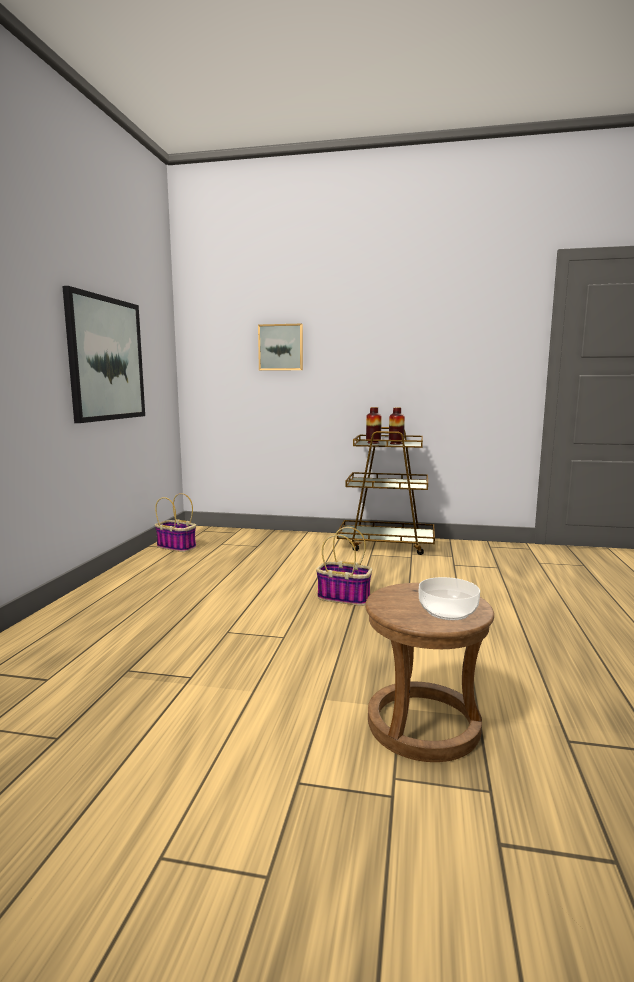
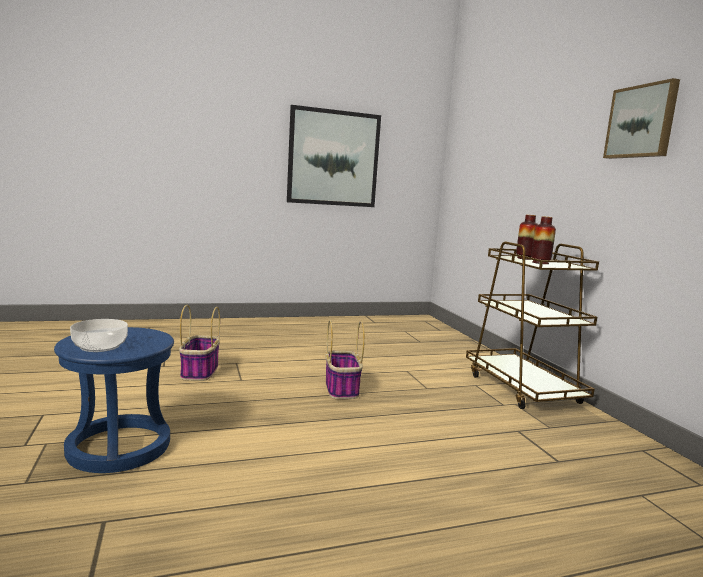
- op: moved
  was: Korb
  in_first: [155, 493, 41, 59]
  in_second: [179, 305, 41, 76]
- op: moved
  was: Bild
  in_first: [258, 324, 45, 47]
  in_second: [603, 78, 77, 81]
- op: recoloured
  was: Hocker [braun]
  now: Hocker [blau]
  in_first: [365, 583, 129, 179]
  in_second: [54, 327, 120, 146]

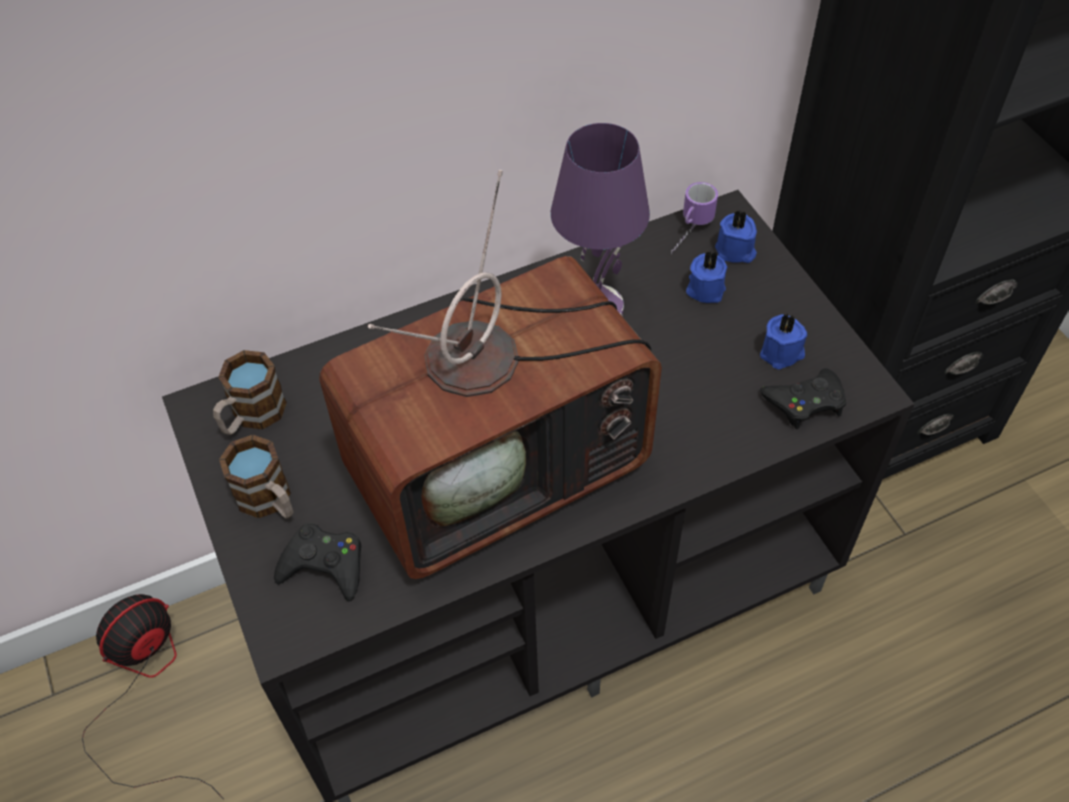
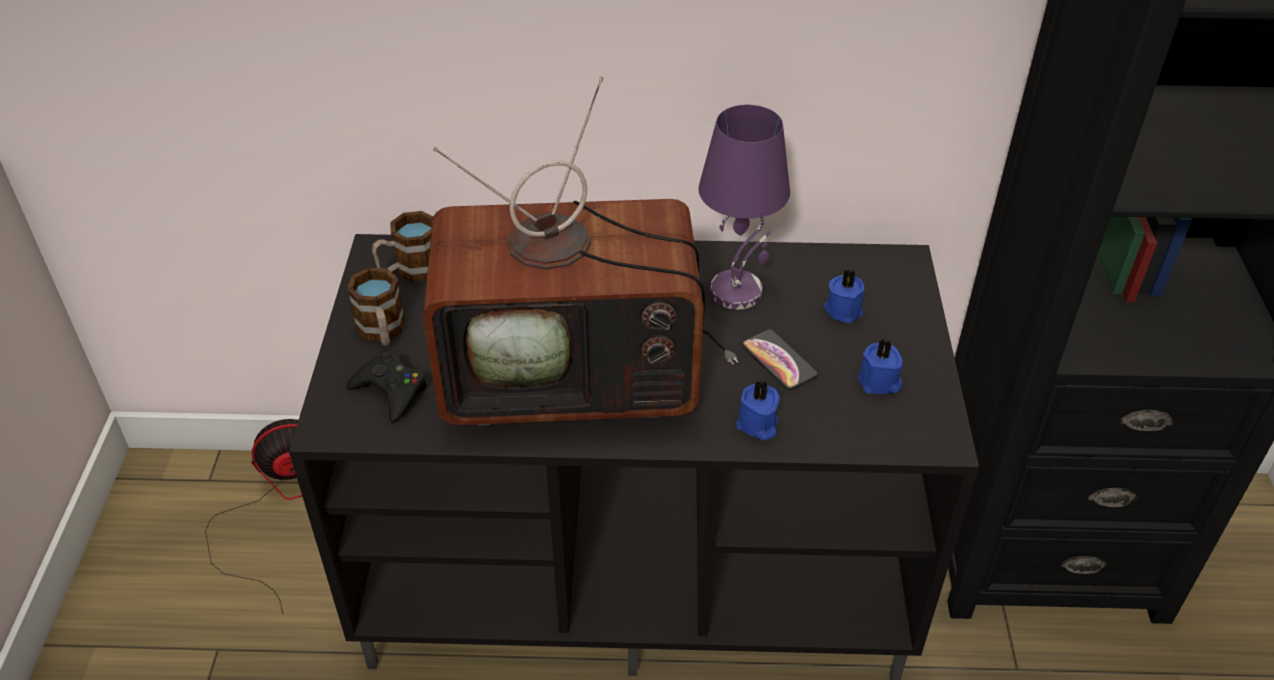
- op: removed
  was: Henkelbecher
  in_first: [671, 182, 47, 72]
- op: moved
  was: Kerze [blau]
  in_first: [715, 209, 42, 54]
  in_second: [736, 381, 44, 60]
- op: removed
  was: Gamepad [schwarz]
  in_first: [760, 368, 86, 61]
- op: added
  now: Handy
  in_second: [742, 330, 76, 60]

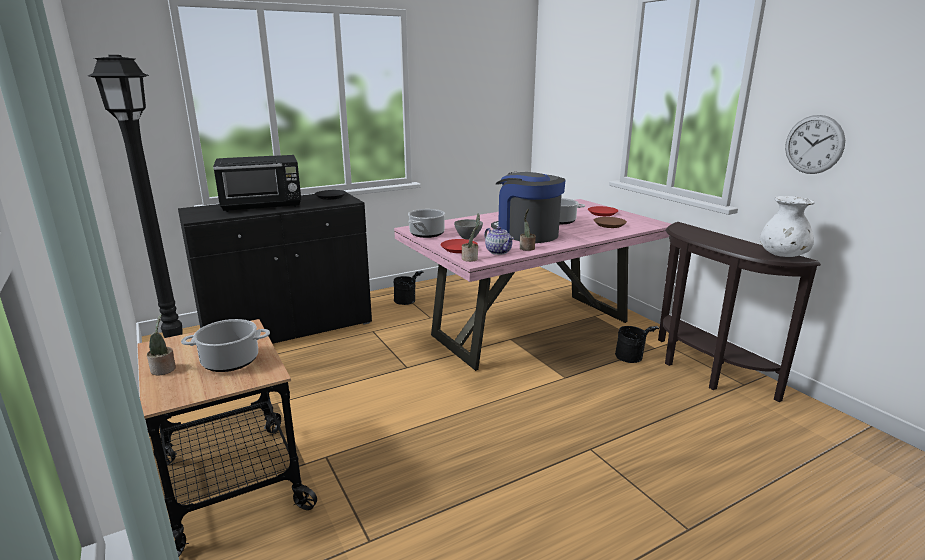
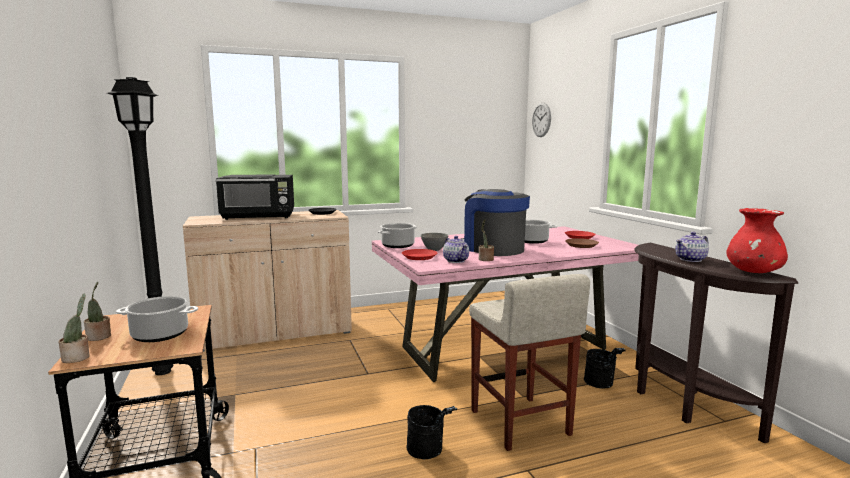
- op: recoloured
  was: Schrank [schwarz]
  now: Schrank [beige]
  in_first: [178, 193, 194, 151]
  in_second: [183, 210, 169, 142]
- op: moved
  was: Eimer [schwarz]
  in_first: [393, 271, 31, 34]
  in_second: [407, 405, 50, 55]
- op: moved
  was: Topfpflanze
  in_first: [462, 213, 18, 49]
  in_second: [58, 293, 32, 70]
- op: recoloured
  was: Vase [weiß]
  now: Vase [rot]
  in_first: [760, 196, 54, 61]
  in_second: [726, 208, 62, 65]
- op: moved
  was: Wanduhr
  in_first: [785, 115, 60, 59]
  in_second: [532, 103, 19, 34]
- op: added
  now: Hocker [beige]
  in_second: [469, 274, 121, 177]
- op: added
  now: Teekanne
  in_second: [675, 232, 34, 30]

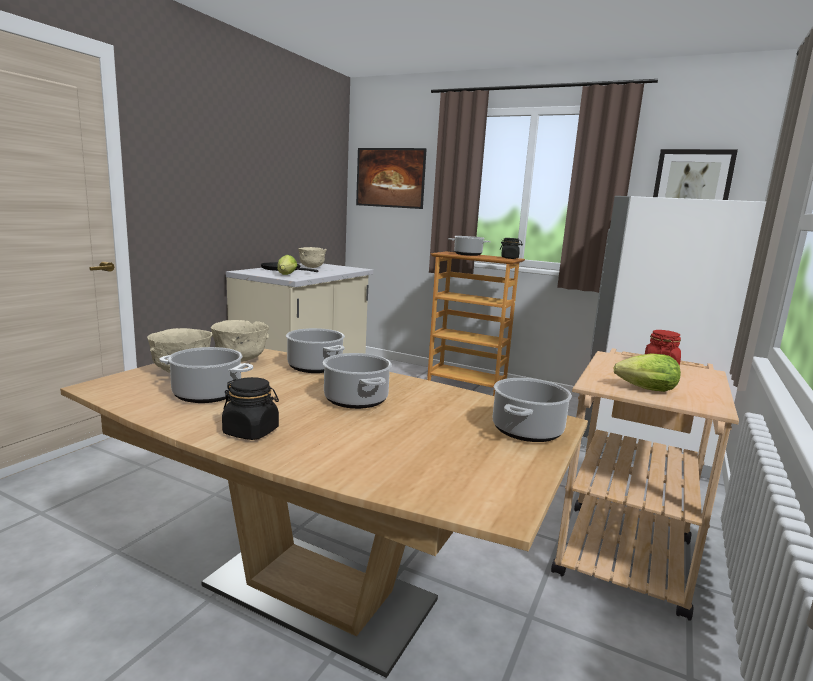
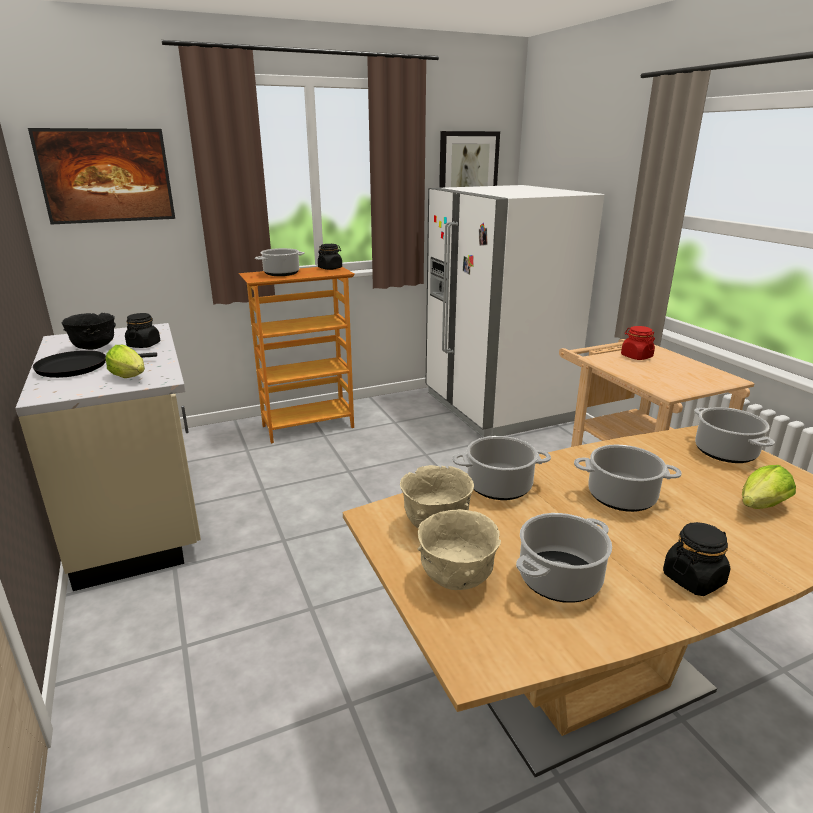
- op: recoloured
  was: Schüssel [beige]
  now: Schüssel [schwarz]
  in_first: [298, 247, 29, 21]
  in_second: [62, 313, 54, 37]
- op: moved
  was: Salatkopf
  in_first: [613, 353, 68, 39]
  in_second: [742, 465, 54, 44]
- op: added
  now: Vorratsglas [schwarz]
  in_second: [125, 313, 35, 35]

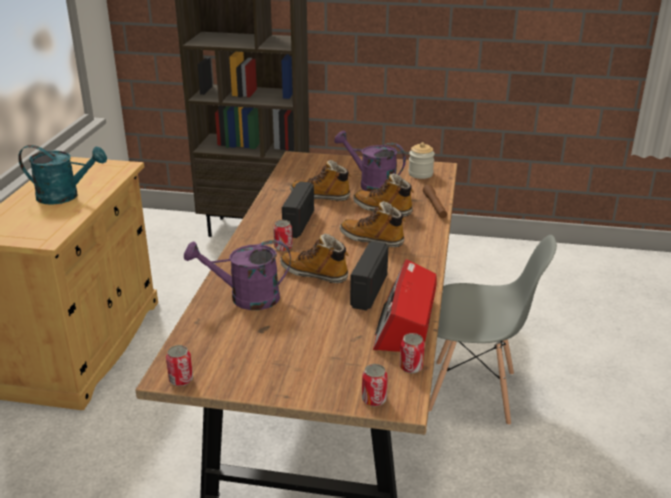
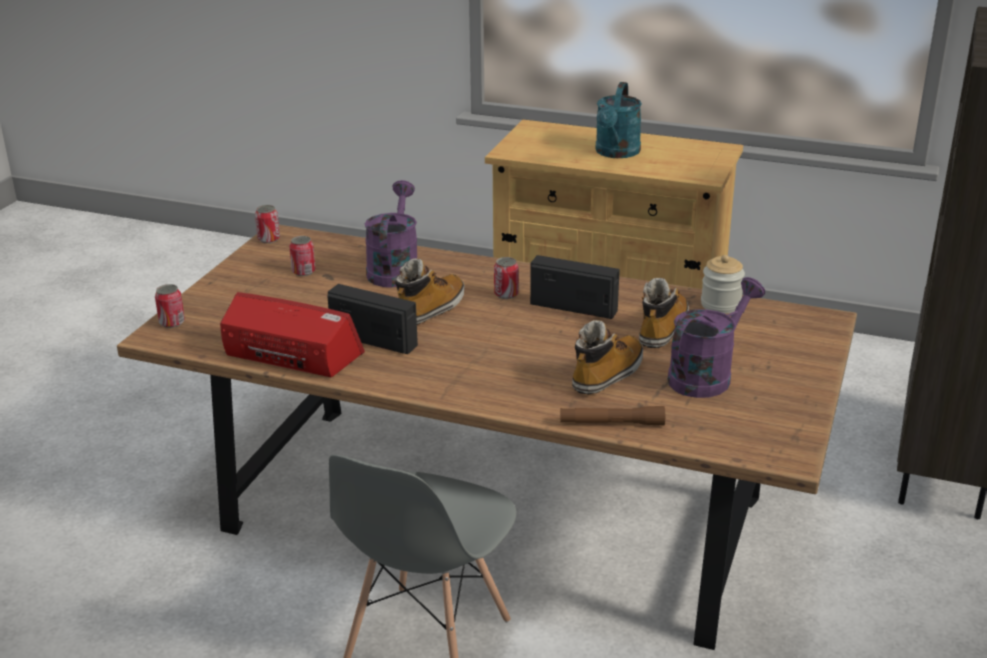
- op: removed
  was: Stiefel
  in_first: [340, 201, 66, 46]
- op: moved
  was: Dose
  in_first: [400, 333, 25, 41]
  in_second: [289, 236, 27, 40]
- op: moved
  was: Vorratsglas
  in_first: [408, 142, 27, 37]
  in_second: [701, 255, 44, 59]

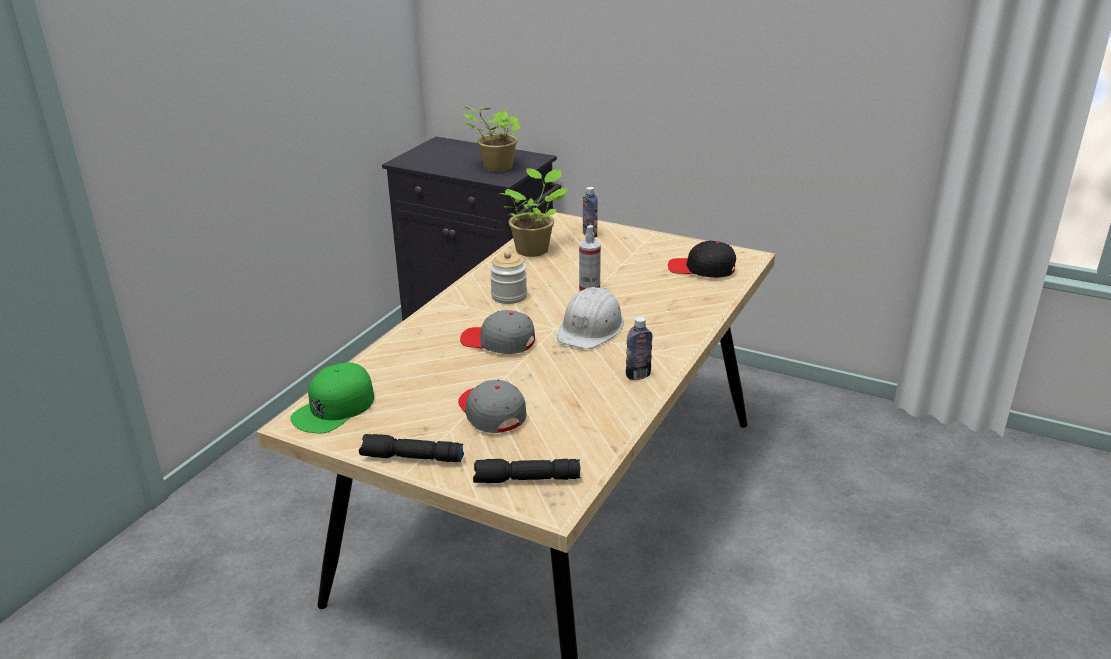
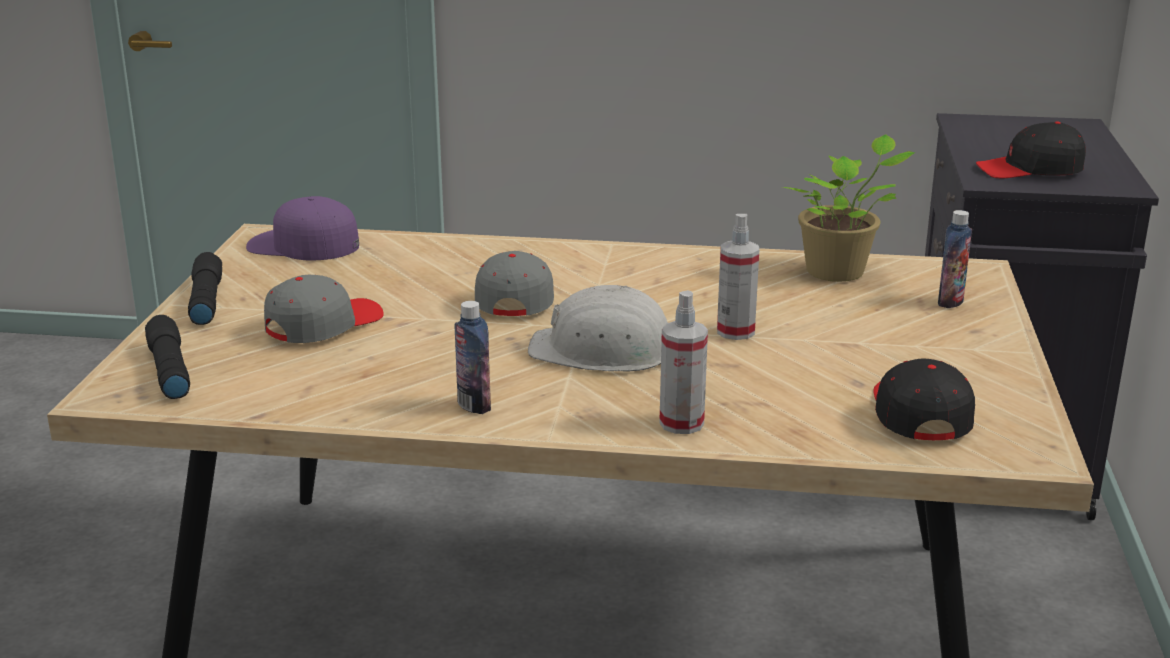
- op: recoloured
  was: Kappe [grün]
  now: Kappe [lila]
  in_first: [290, 363, 84, 70]
  in_second: [246, 196, 113, 65]
- op: replaced
  was: Topfpflanze
  now: Kappe [schwarz]
  in_first: [461, 105, 60, 67]
  in_second: [976, 122, 110, 56]
- op: removed
  was: Vorratsglas
  in_first: [490, 251, 37, 53]
- op: added
  now: Sprühflasche
  in_second: [659, 290, 49, 144]

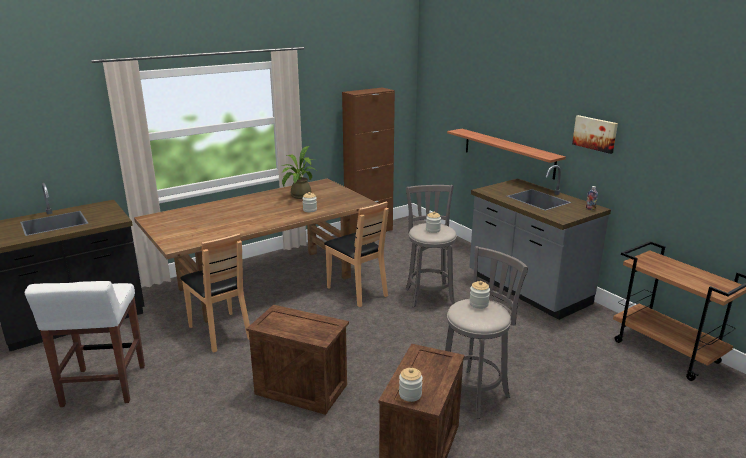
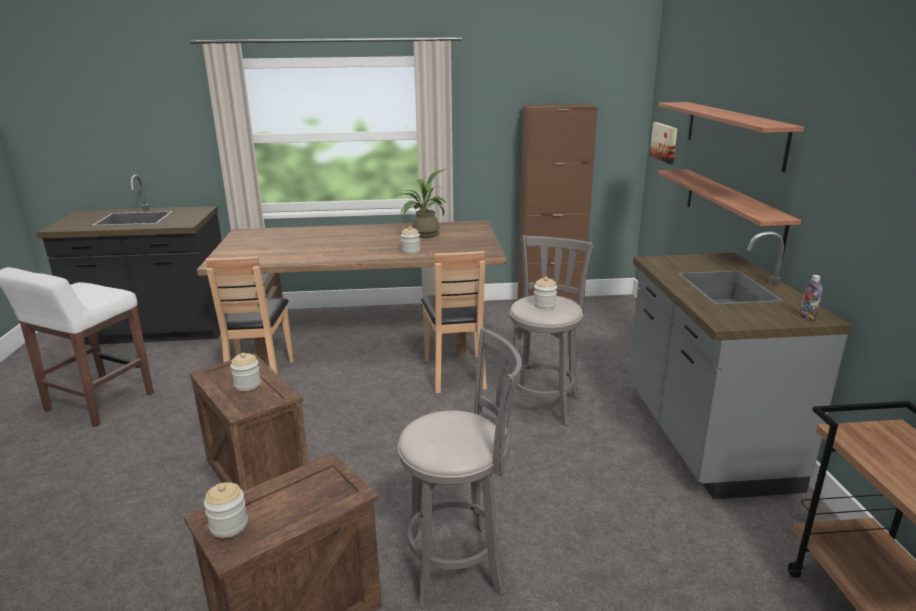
- op: moved
  was: Vorratsglas
  in_first: [469, 281, 21, 28]
  in_second: [230, 353, 31, 38]
- op: moved
  was: Bild
  in_first: [572, 115, 46, 39]
  in_second: [650, 122, 27, 42]
- op: added
  now: Wandregal
  in_second: [658, 102, 146, 70]

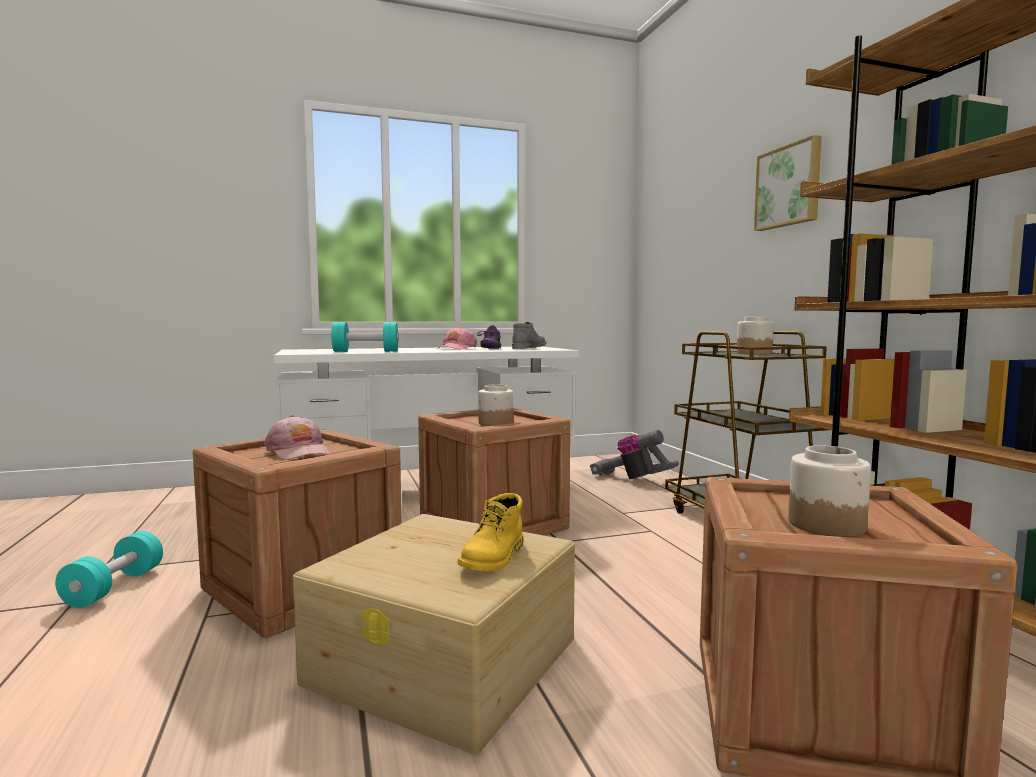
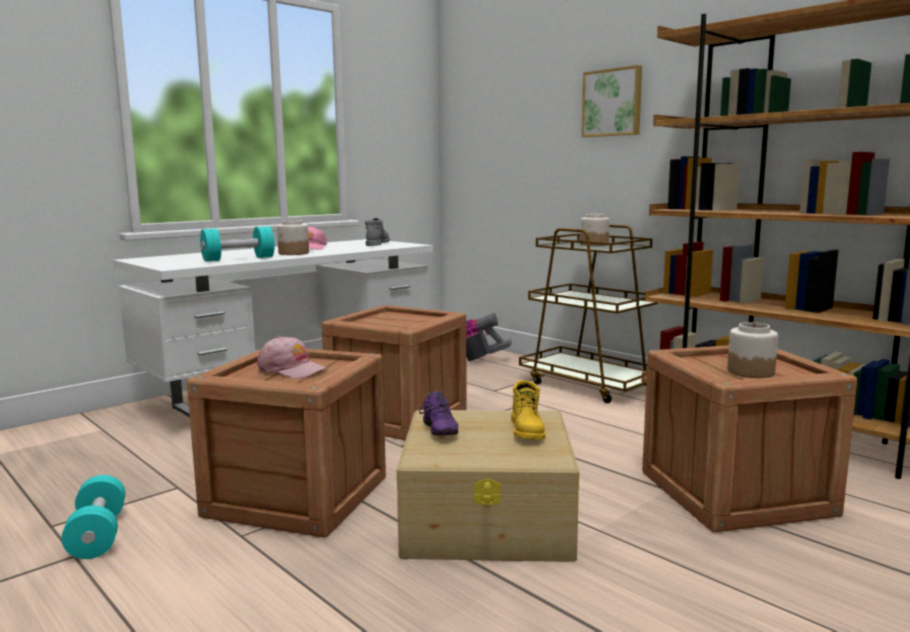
- op: moved
  was: Schuh [lila]
  in_first: [477, 325, 24, 24]
  in_second: [419, 391, 39, 45]
- op: moved
  was: Vorratsglas
  in_first: [478, 384, 35, 42]
  in_second: [277, 220, 32, 35]

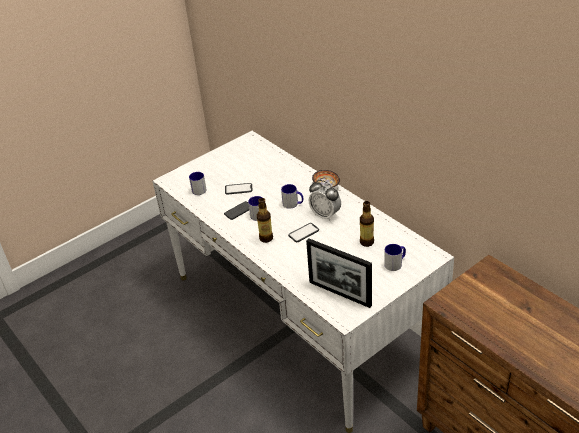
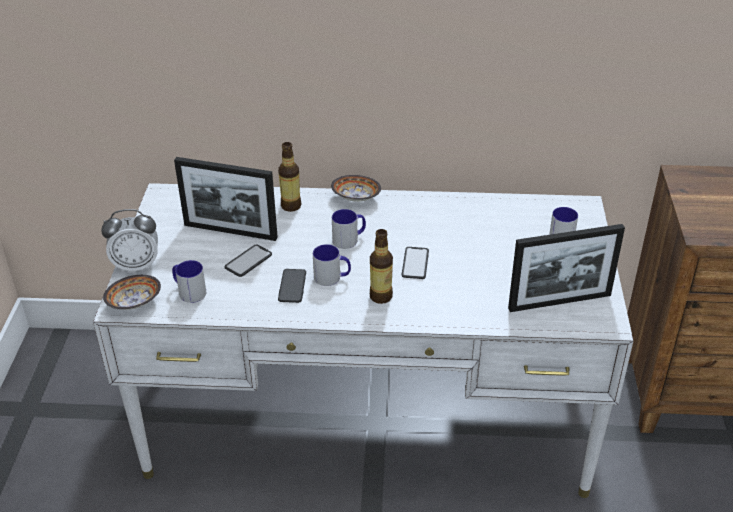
- op: moved
  was: Wecker
  in_first: [308, 180, 33, 41]
  in_second: [101, 209, 57, 64]
- op: moved
  was: Flasche
  in_first: [360, 201, 14, 46]
  in_second: [278, 142, 23, 70]
- op: added
  now: Schüssel
  in_second: [103, 275, 58, 35]
- op: added
  now: Bilderrahmen
  in_second: [174, 157, 104, 84]

